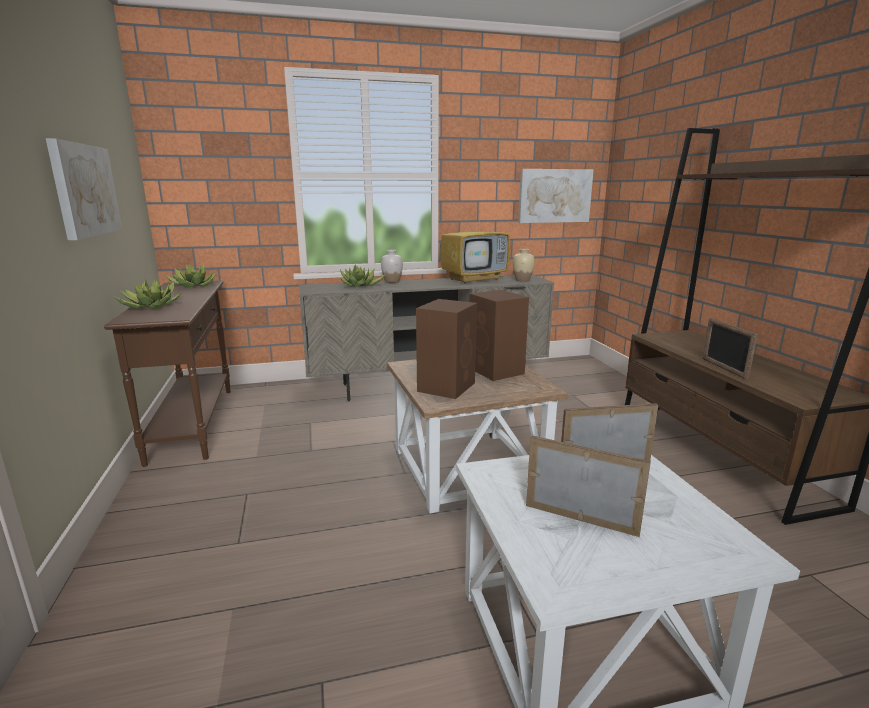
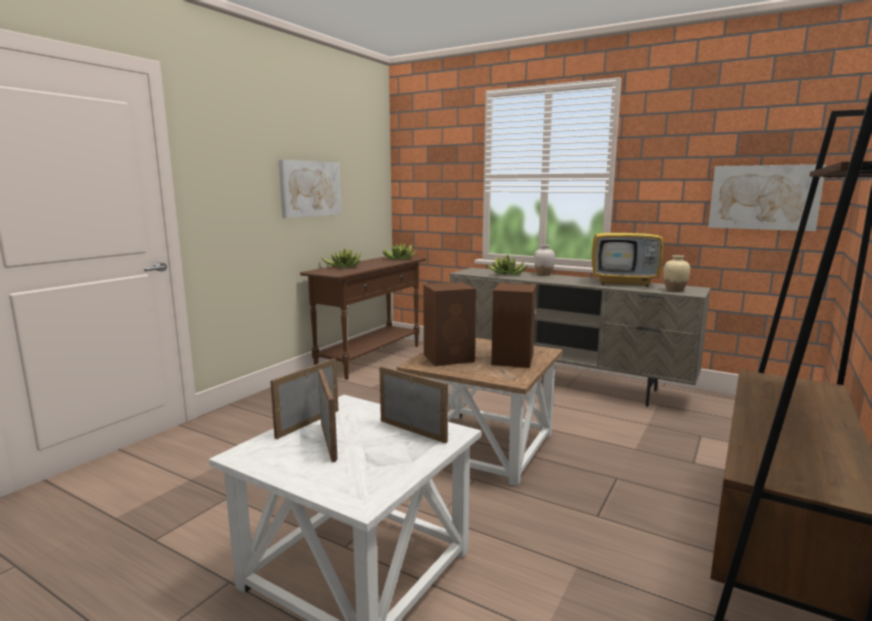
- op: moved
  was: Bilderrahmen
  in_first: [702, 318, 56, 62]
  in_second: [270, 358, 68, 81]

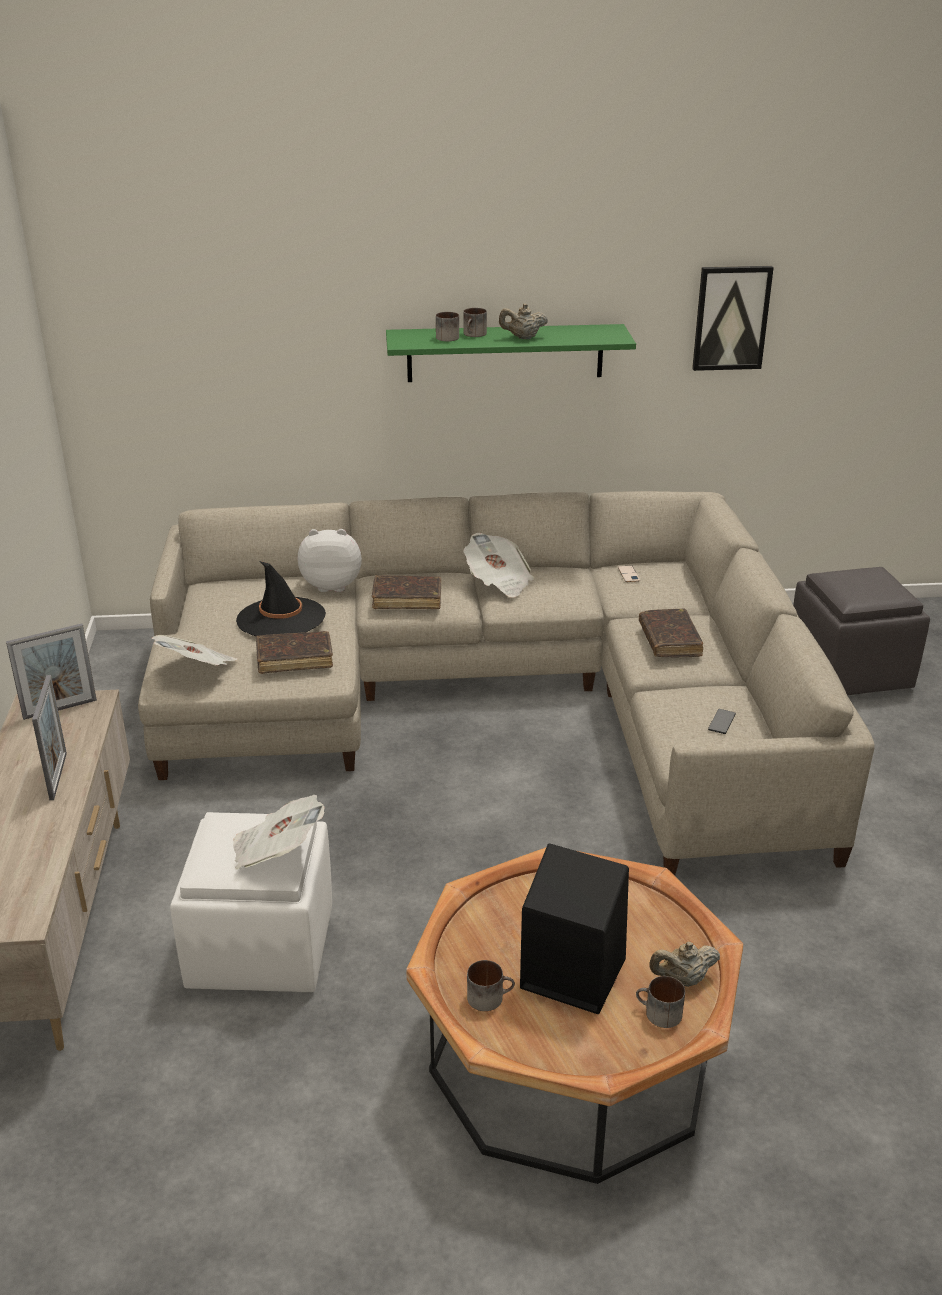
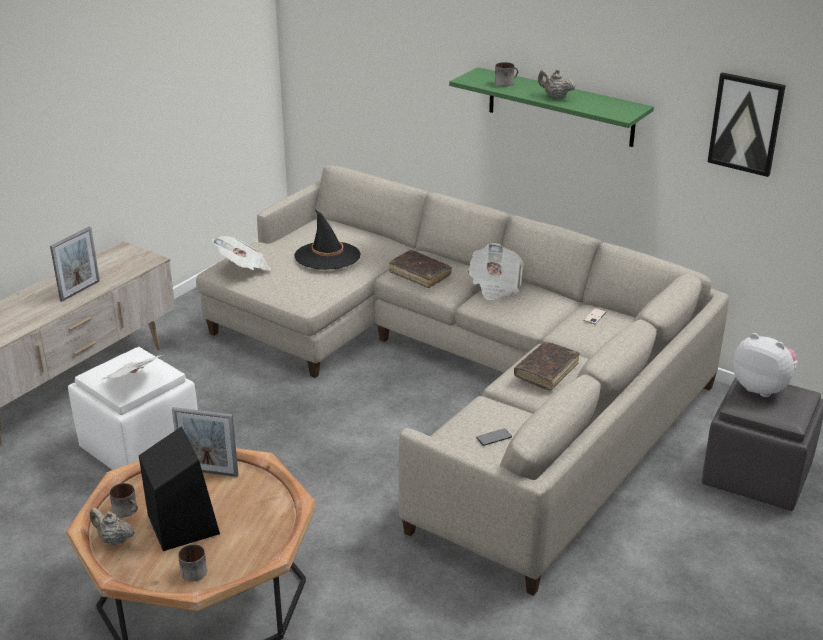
- op: moved
  was: Bilderrahmen
  in_first: [6, 623, 91, 97]
  in_second: [172, 407, 67, 70]
- op: removed
  was: Buch [braun]
  in_first: [256, 631, 77, 43]
- op: moved
  was: Plüschtier
  in_first: [298, 529, 64, 63]
  in_second: [733, 333, 64, 64]
- op: removed
  was: Henkelbecher
  in_first: [463, 308, 24, 29]
- op: moved
  was: Teekanne [beige]
  in_first: [649, 941, 71, 46]
  in_second: [90, 508, 45, 38]

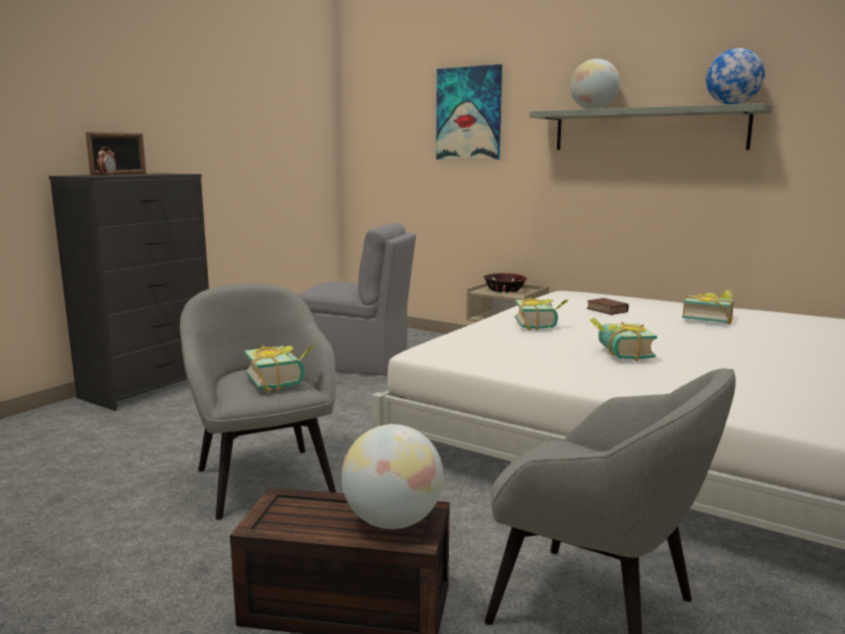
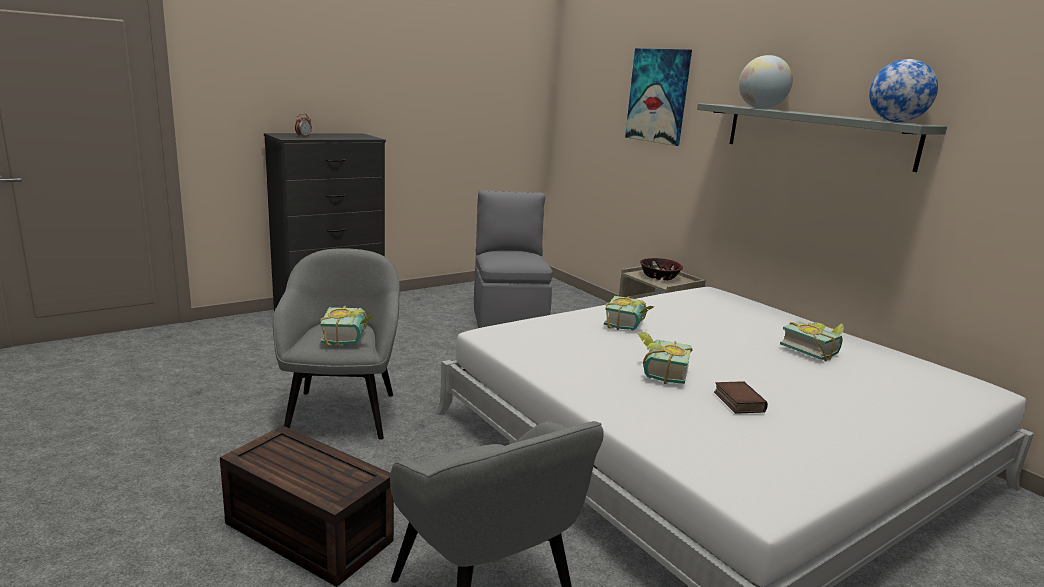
- op: removed
  was: Bilderrahmen
  in_first: [85, 132, 61, 43]
- op: turned
  was: Stuhl [grau]
  in_first: [299, 223, 117, 153]
  in_second: [474, 190, 79, 138]
  clockwise: -135
- op: removed
  was: Globus
  in_first: [341, 424, 103, 105]
- op: moved
  was: Buch
  in_first: [587, 298, 42, 17]
  in_second: [714, 381, 54, 33]

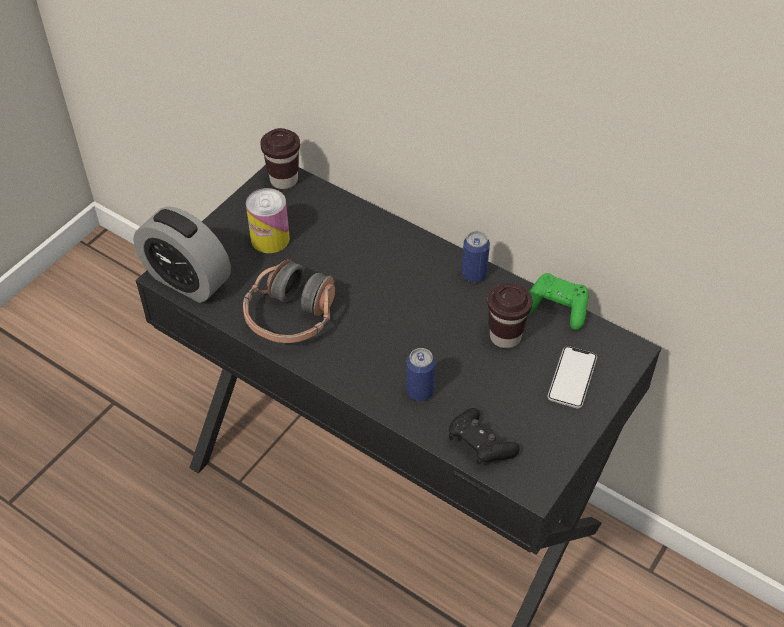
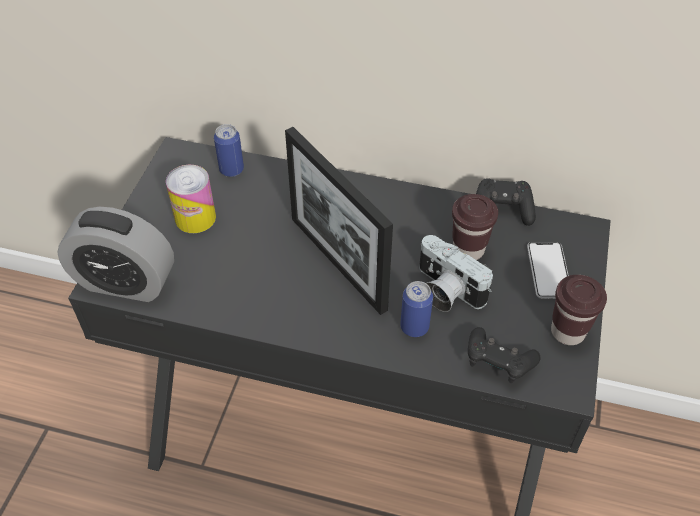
- op: removed
  was: Kopfhörer
  in_first: [243, 259, 92, 84]
- op: moved
  was: Tasse [braun]
  in_first: [260, 128, 40, 61]
  in_second: [551, 275, 56, 70]
- op: moved
  was: Dose
  in_first: [462, 231, 28, 52]
  in_second: [214, 124, 30, 53]
- op: recoloured
  was: Gamepad [grün]
  now: Gamepad [schwarz]
  in_first: [529, 273, 60, 57]
  in_second: [476, 178, 60, 48]
- op: added
  now: Bilderrahmen
  in_second: [285, 127, 108, 188]
- op: added
  now: Kamera
  in_second: [419, 235, 74, 77]

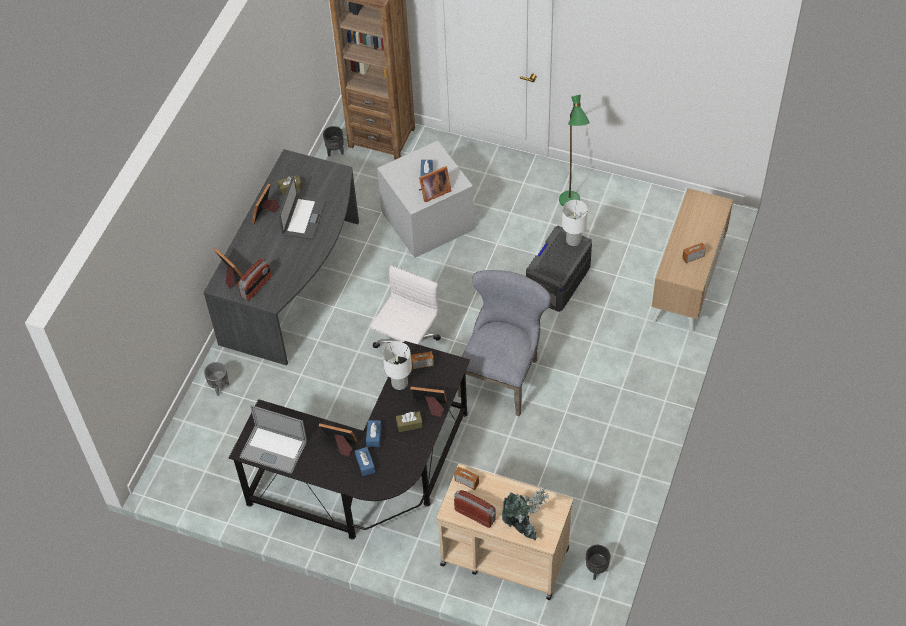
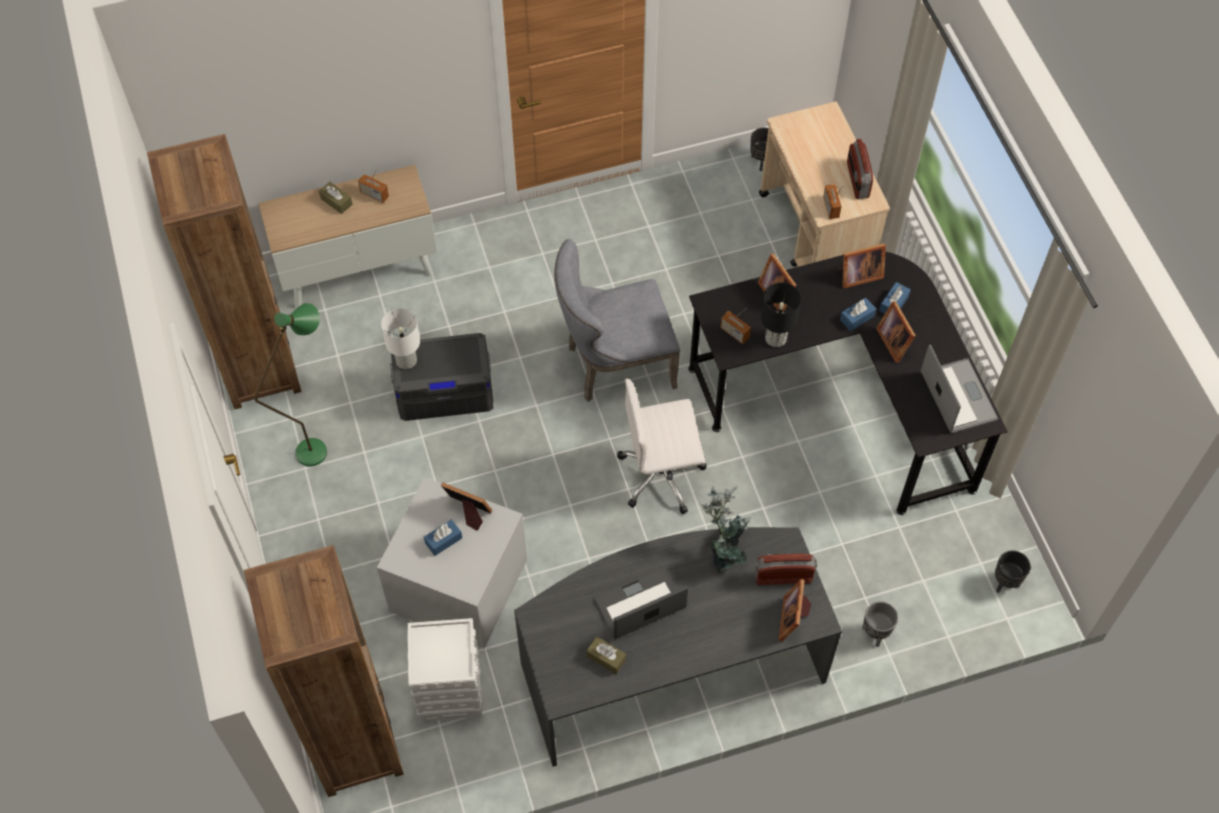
- op: moved
  was: Bilderrahmen
  in_first: [252, 183, 28, 40]
  in_second: [838, 243, 48, 45]
- op: moved
  was: Pflanzkübel [schwarz]
  in_first: [323, 126, 21, 30]
  in_second: [995, 550, 36, 43]
- op: recoloured
  was: Tischlampe [weiß]
  now: Tischlampe [schwarz]
  in_first: [383, 342, 29, 48]
  in_second: [761, 283, 40, 64]
- op: moved
  was: Taschentuchbox [braun]
  in_first: [396, 411, 27, 21]
  in_second: [319, 182, 34, 32]
- op: moved
  was: Topfpflanze
  in_first: [502, 487, 47, 54]
  in_second: [700, 486, 52, 86]
- op: added
  now: Bücherregal [braun]
  in_second: [147, 134, 155, 275]
- op: added
  now: Aufbewahrungsbox [weiß]
  in_second: [407, 618, 75, 104]

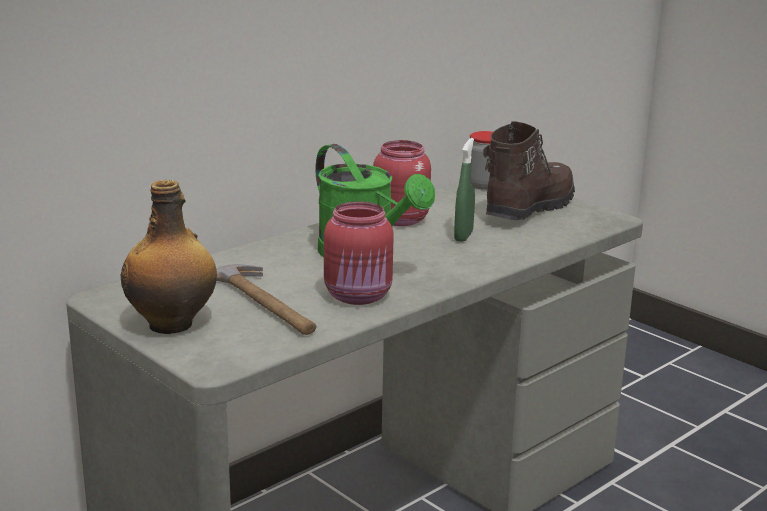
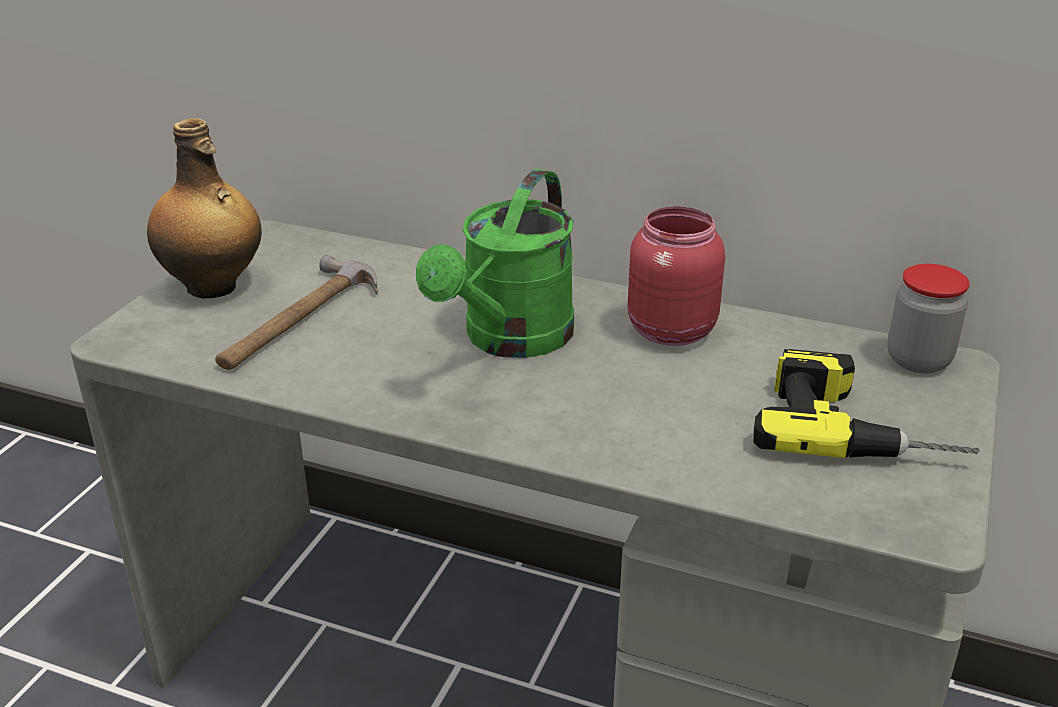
- op: removed
  was: Vorratsglas [rot]
  in_first: [324, 201, 70, 104]
- op: removed
  was: Sprühflasche [grün]
  in_first: [454, 138, 21, 104]
- op: replaced
  was: Stiefel [braun]
  now: Bohrmaschine
  in_first: [483, 121, 92, 99]
  in_second: [753, 349, 227, 109]

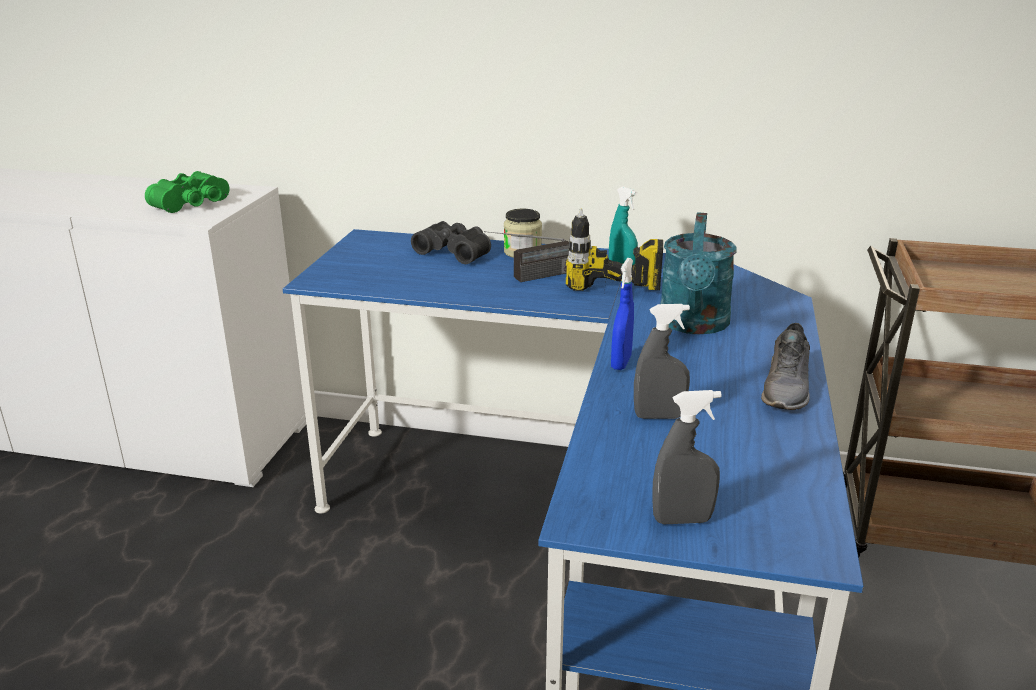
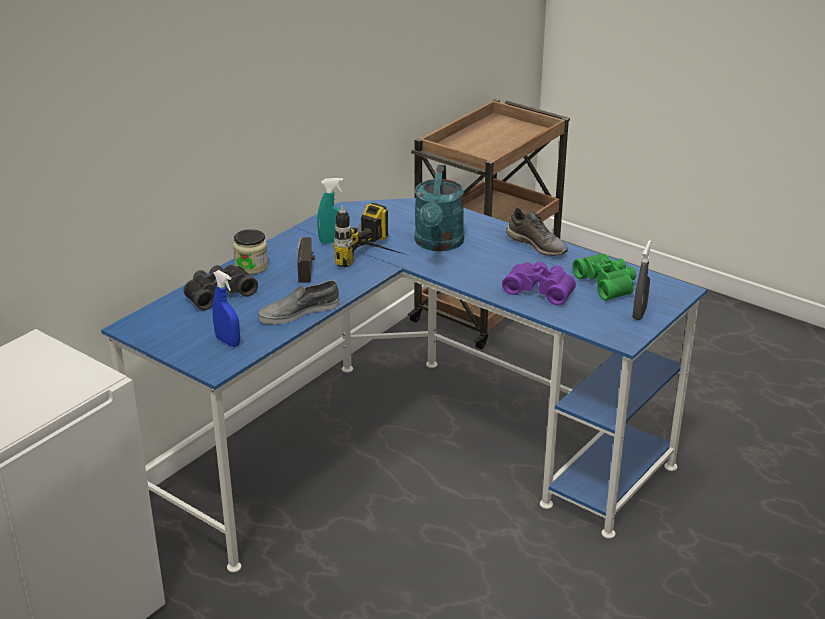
- op: moved
  was: Fernglas [grün]
  in_first: [145, 171, 85, 42]
  in_second: [573, 254, 63, 47]
- op: moved
  was: Sprühflasche [blau]
  in_first: [611, 258, 23, 112]
  in_second: [212, 270, 28, 77]
- op: replaced
  was: Sprühflasche [grau]
  now: Fernglas [lila]
  in_first: [634, 304, 56, 115]
  in_second: [502, 262, 74, 44]
- op: turned
  was: Gießkanne [türkis]
  in_first: [660, 212, 77, 122]
  in_second: [415, 165, 49, 86]
  clockwise: 60
- op: added
  now: Schuh [grau]
  in_second: [259, 280, 81, 45]

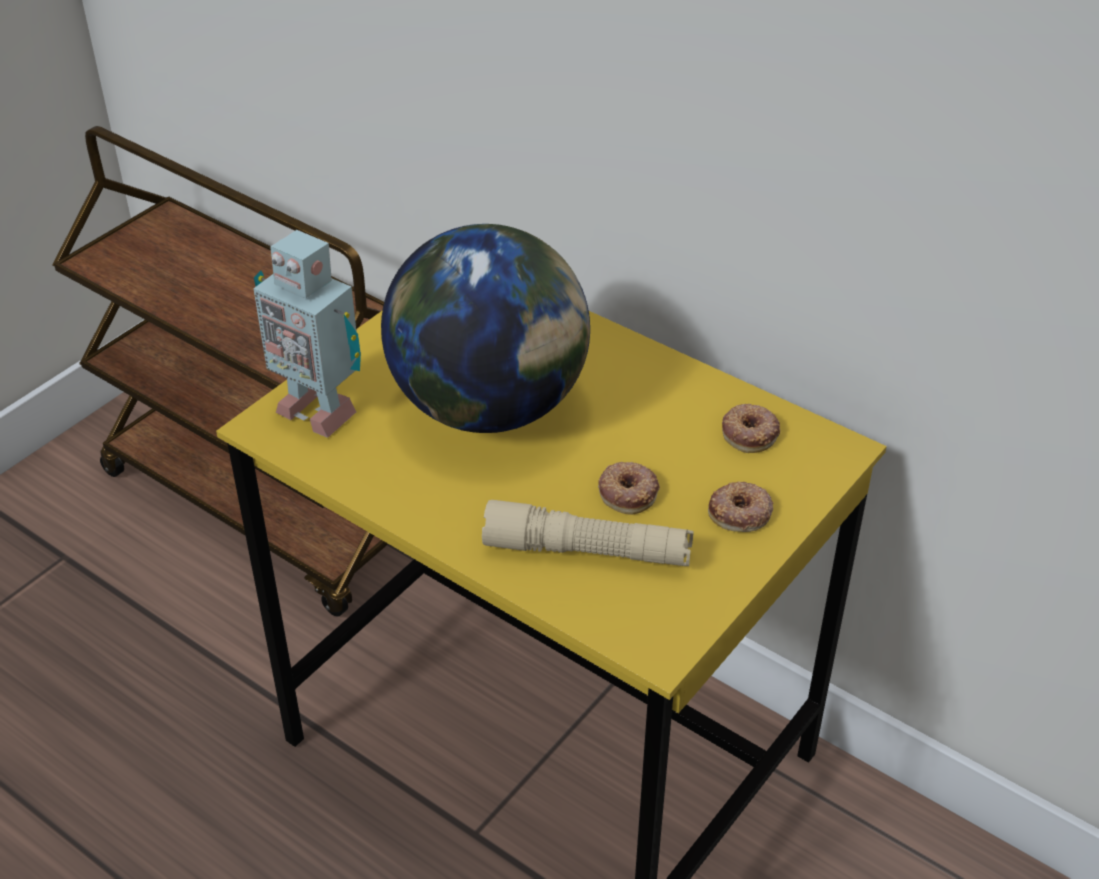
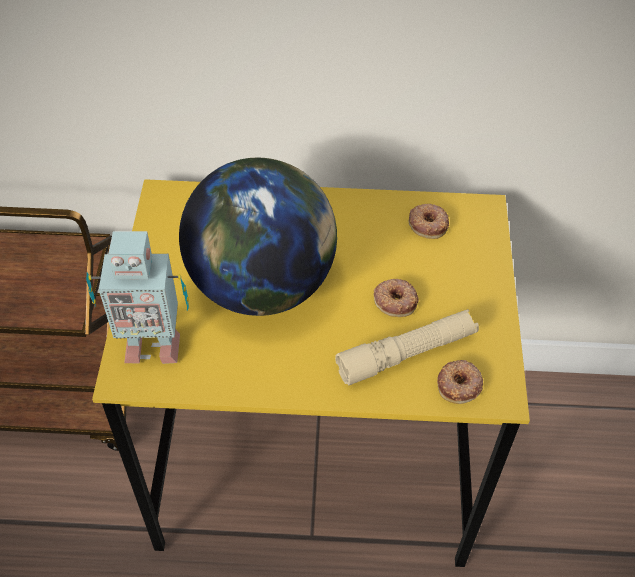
- op: moved
  was: Donut
  in_first: [708, 481, 65, 51]
  in_second: [437, 360, 46, 44]

